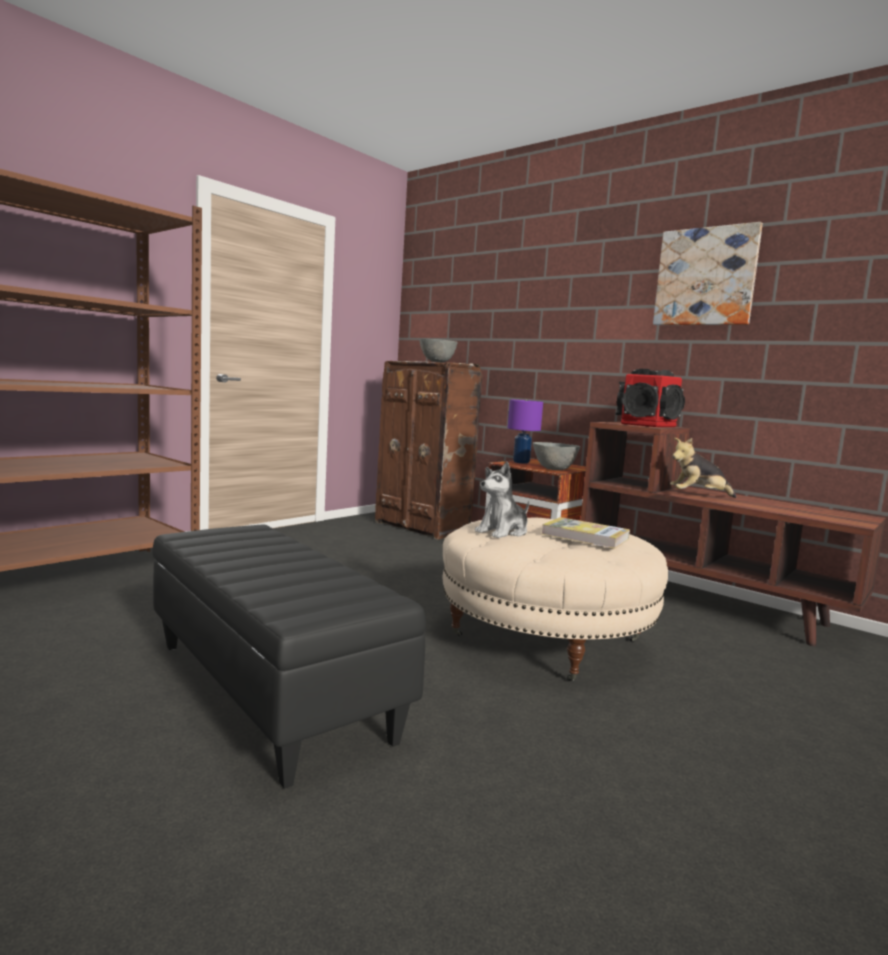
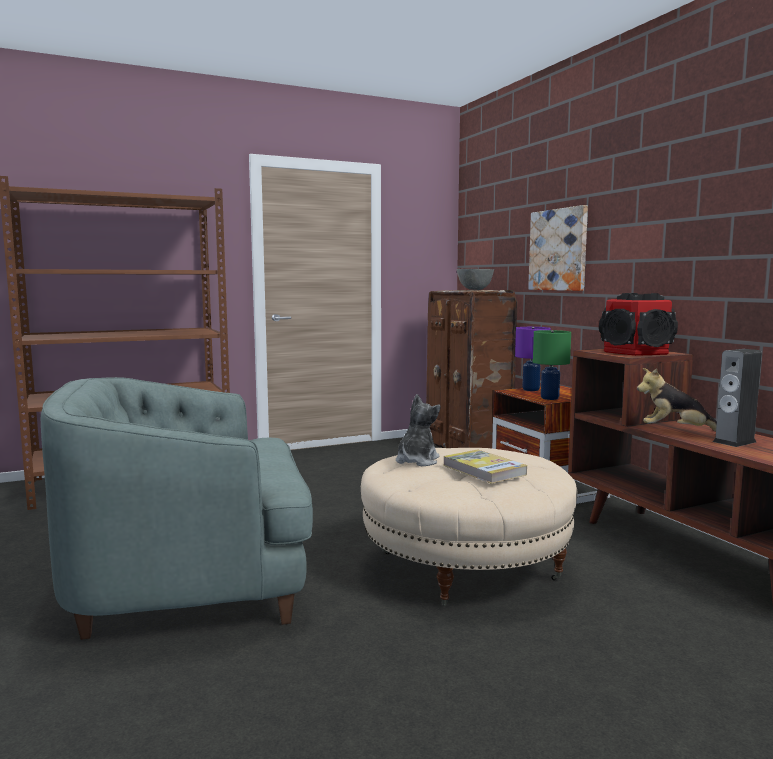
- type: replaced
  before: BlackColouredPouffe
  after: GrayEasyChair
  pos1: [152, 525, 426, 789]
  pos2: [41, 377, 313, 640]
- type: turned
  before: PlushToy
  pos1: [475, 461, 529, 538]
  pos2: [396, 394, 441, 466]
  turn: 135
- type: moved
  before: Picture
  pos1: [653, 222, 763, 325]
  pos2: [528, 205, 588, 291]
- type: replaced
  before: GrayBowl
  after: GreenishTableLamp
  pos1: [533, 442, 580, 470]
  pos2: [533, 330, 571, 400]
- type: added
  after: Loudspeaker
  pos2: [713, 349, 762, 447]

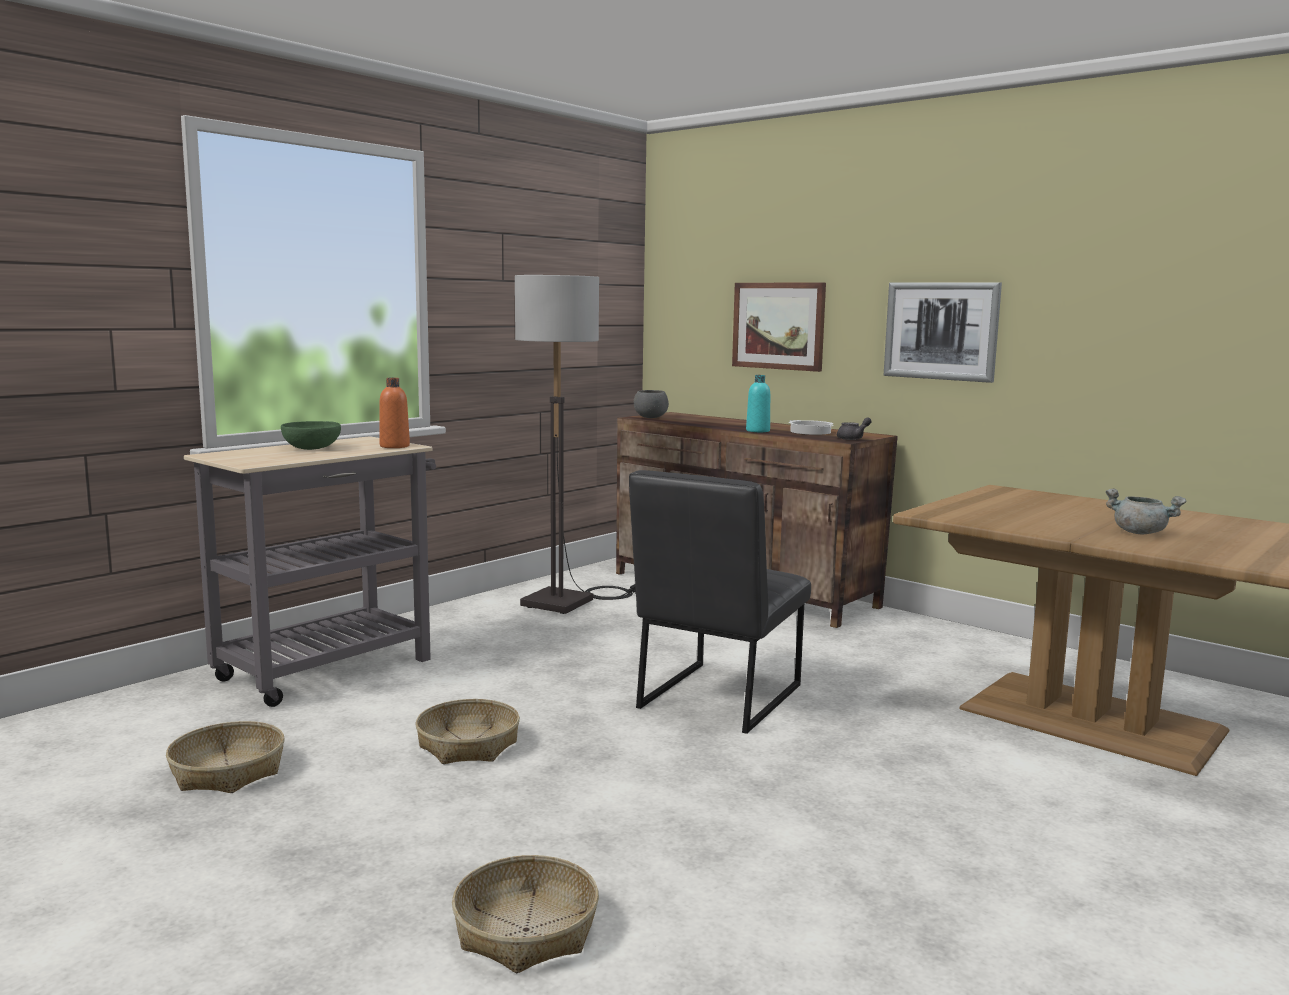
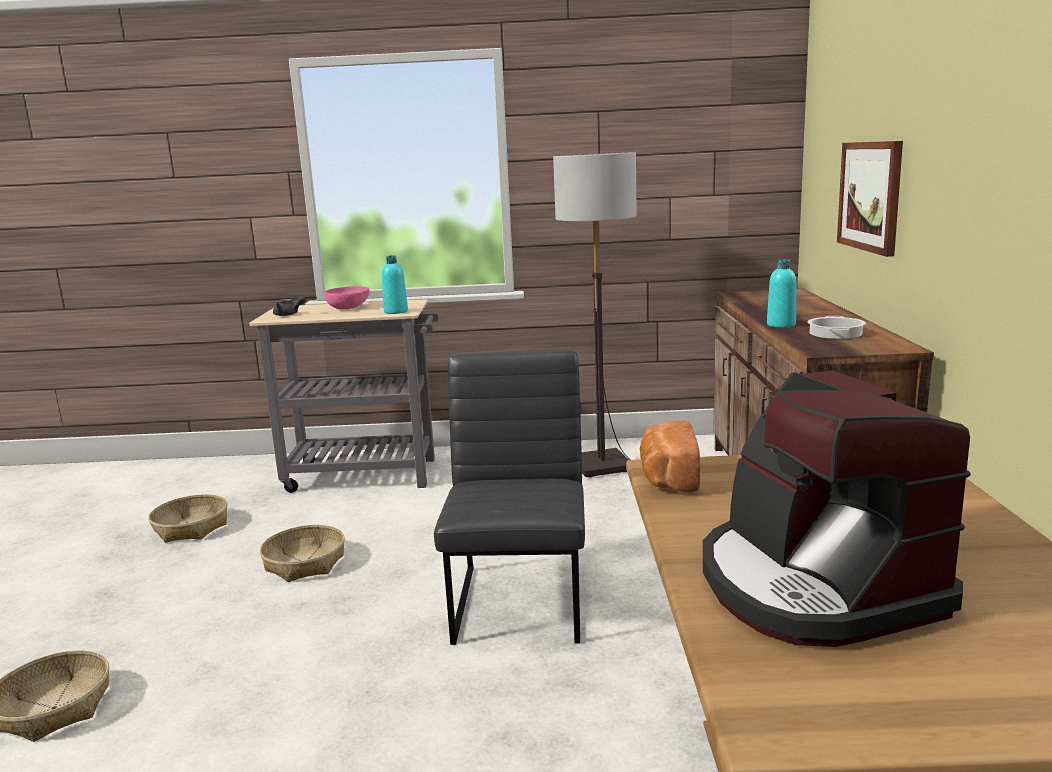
- type: moved
  before: GrayTeapot
  pos1: [837, 417, 872, 440]
  pos2: [273, 296, 306, 316]
- type: recoloured
  before: GreenishBowl
  after: PinkBowl
  pos1: [281, 421, 341, 450]
  pos2: [324, 286, 370, 309]
- type: recoloured
  before: OrangeDrinkBottle
  after: TurquoiseDrinkBottle
  pos1: [379, 378, 410, 448]
  pos2: [382, 255, 408, 314]
- type: turned
  before: GrayUprightChair
  pos1: [629, 470, 811, 734]
  pos2: [434, 350, 585, 645]
  turn: 105
- type: added
  after: BakeryBread
  pos2: [640, 420, 700, 493]
- type: replaced
  before: GrayStockpot
  after: CoffeeBrewer
  pos1: [1105, 489, 1186, 534]
  pos2: [703, 370, 971, 647]
- type: removed
  before: GrayBowl
  pos1: [634, 390, 669, 418]
- type: removed
  before: Picture
  pos1: [884, 282, 1002, 383]

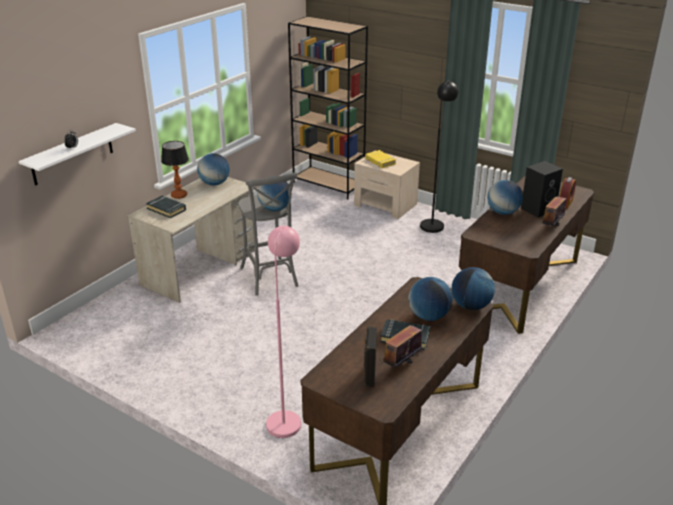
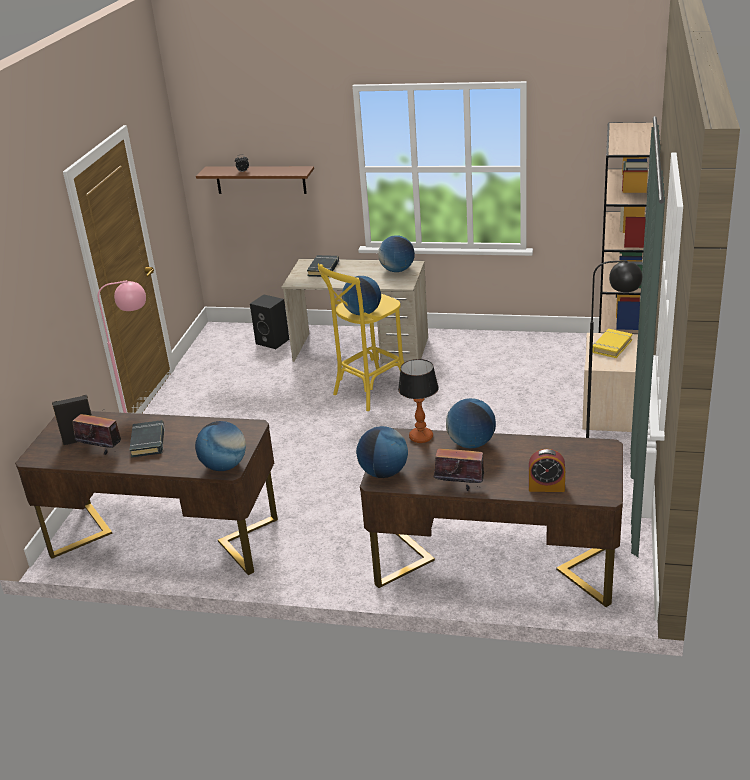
- type: recoloured
  before: WhiteWallShelf
  after: BrownColouredWallShelf
  pos1: [19, 123, 136, 186]
  pos2: [196, 166, 314, 194]
- type: moved
  before: BlackColouredLoudspeaker
  pos1: [521, 161, 563, 218]
  pos2: [250, 295, 289, 349]
- type: recoloured
  before: GrayStool
  after: YellowishStool
  pos1: [238, 172, 299, 296]
  pos2: [318, 264, 404, 411]
- type: moved
  before: DeskGlobe
  pos1: [409, 277, 453, 321]
  pos2: [356, 426, 408, 478]
- type: moved
  before: TableLamp
  pos1: [161, 141, 189, 199]
  pos2: [398, 359, 439, 443]

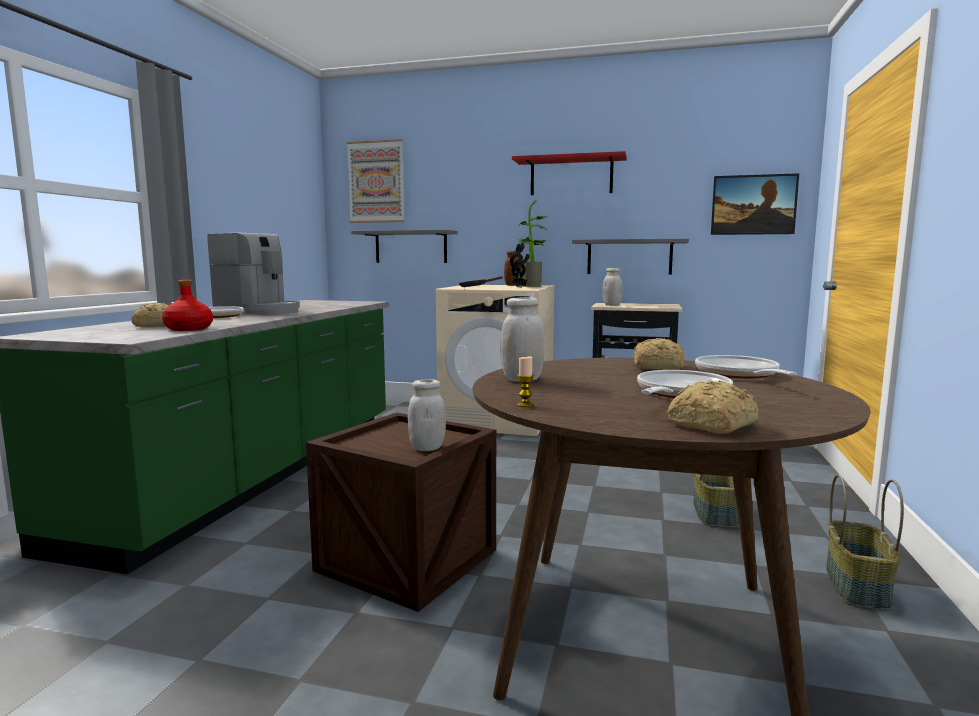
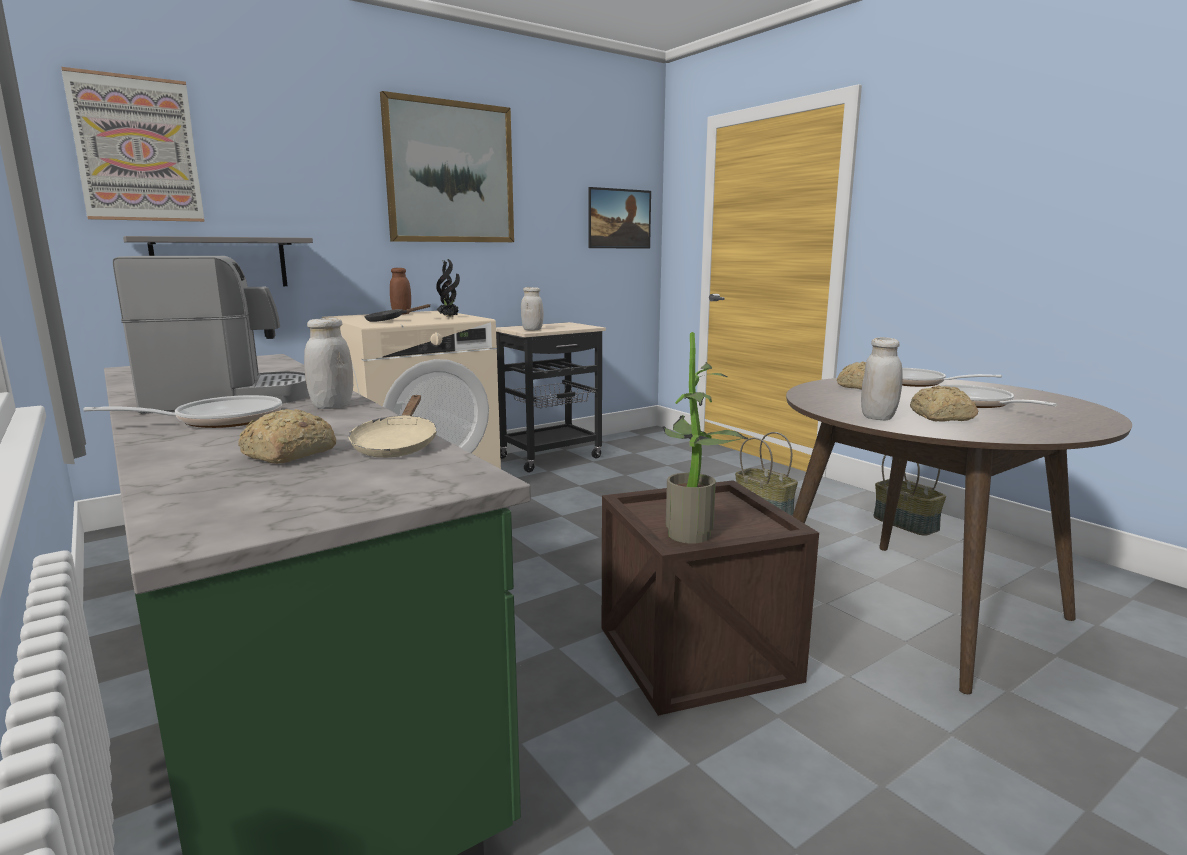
- type: moved
  before: WhiteJar
  pos1: [408, 379, 446, 451]
  pos2: [304, 318, 353, 409]
- type: replaced
  before: RedColouredDrinkBottle
  after: BeigeColouredFryingPan
  pos1: [162, 280, 213, 331]
  pos2: [349, 395, 437, 458]
- type: replaced
  before: RedColouredWallShelf
  after: Picture
  pos1: [512, 151, 627, 195]
  pos2: [380, 91, 514, 242]
- type: moved
  before: Houseplant
  pos1: [518, 200, 550, 287]
  pos2: [662, 332, 748, 543]
- type: moved
  before: BakeryBread
  pos1: [667, 380, 759, 434]
  pos2: [910, 386, 978, 421]
- type: removed
  before: WaxCandle
  pos1: [517, 356, 534, 407]
- type: removed
  before: GrayWallShelf
  pos1: [572, 239, 689, 275]

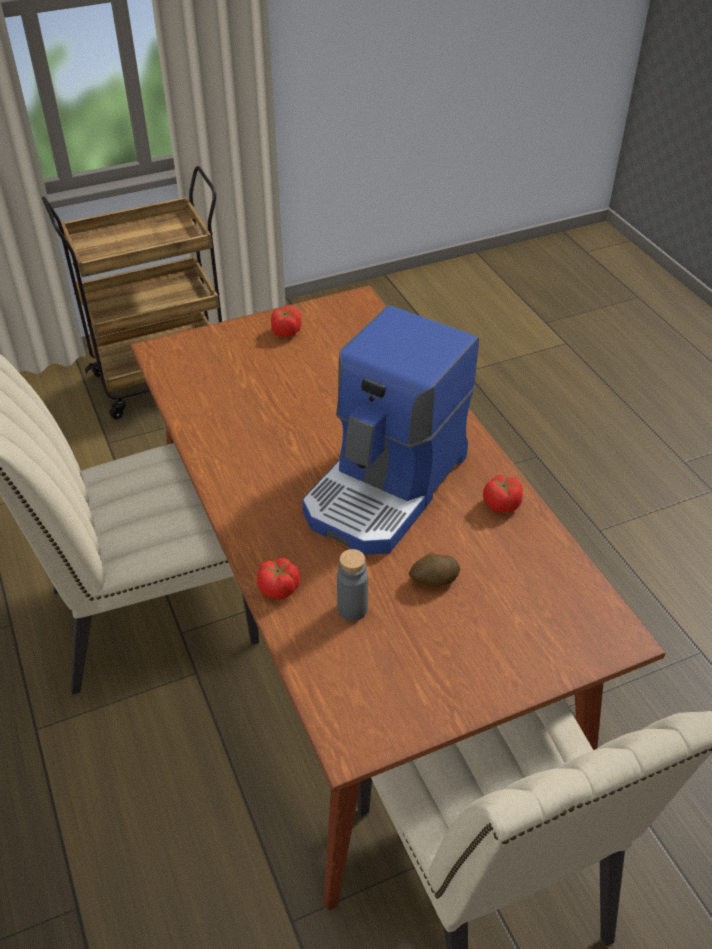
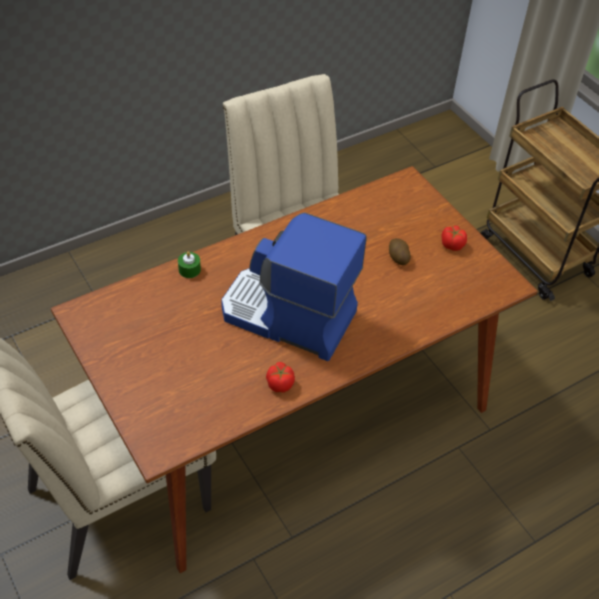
- type: replaced
  before: Tomato
  after: GreenishWaxCandle
  pos1: [257, 558, 300, 600]
  pos2: [178, 251, 201, 278]
- type: moved
  before: WholePotato
  pos1: [409, 554, 460, 587]
  pos2: [389, 238, 411, 265]
- type: removed
  before: GrayDrinkBottle
  pos1: [337, 549, 368, 621]

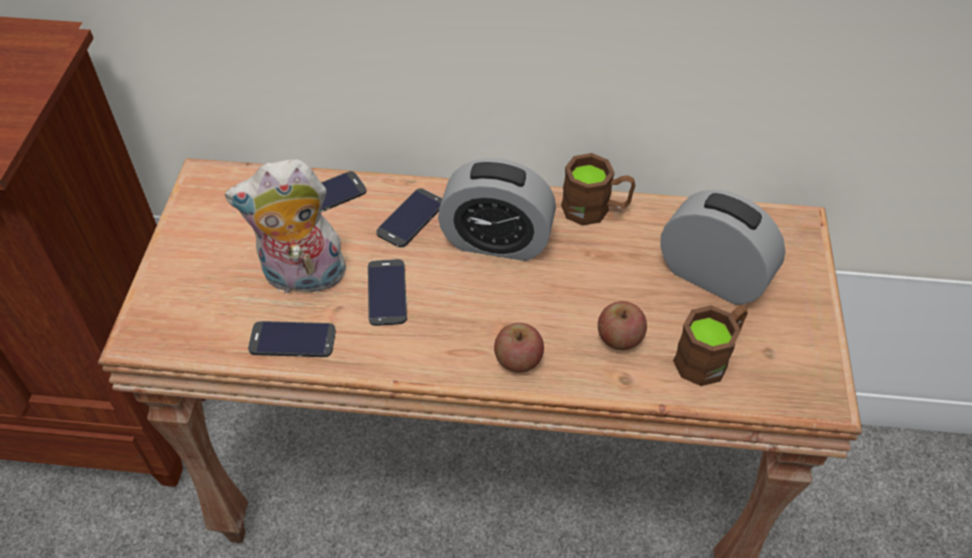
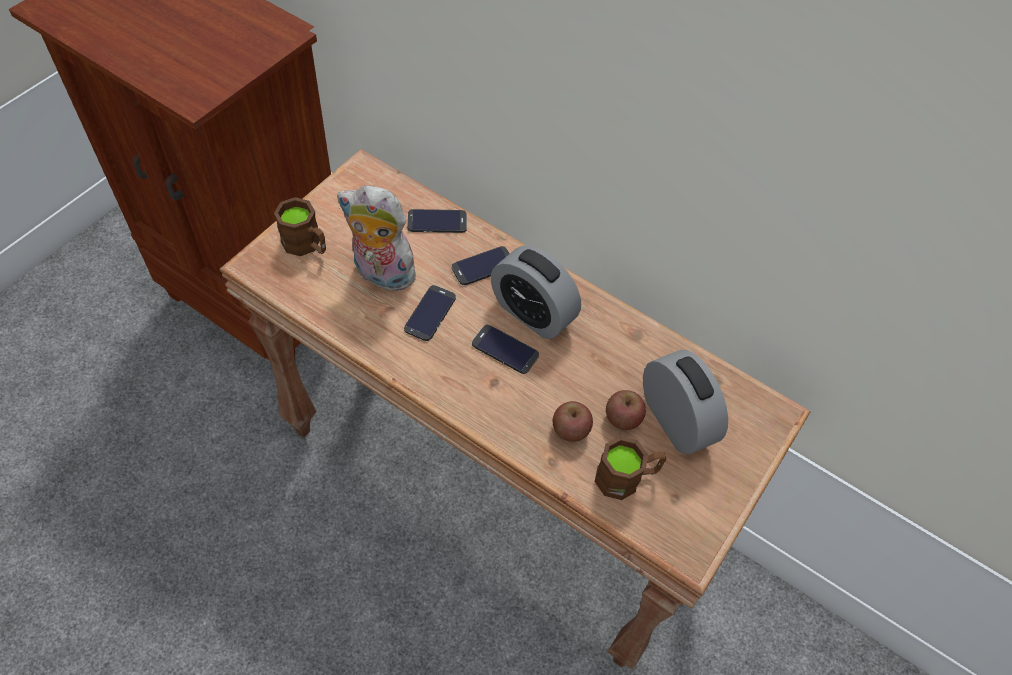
- type: moved
  before: BrownColouredTeaMug
  pos1: [561, 153, 636, 226]
  pos2: [274, 197, 326, 256]
- type: moved
  before: Handset
  pos1: [248, 321, 336, 357]
  pos2: [472, 325, 539, 374]
- type: moved
  before: AppleFruit
  pos1: [494, 323, 544, 373]
  pos2: [606, 390, 646, 430]

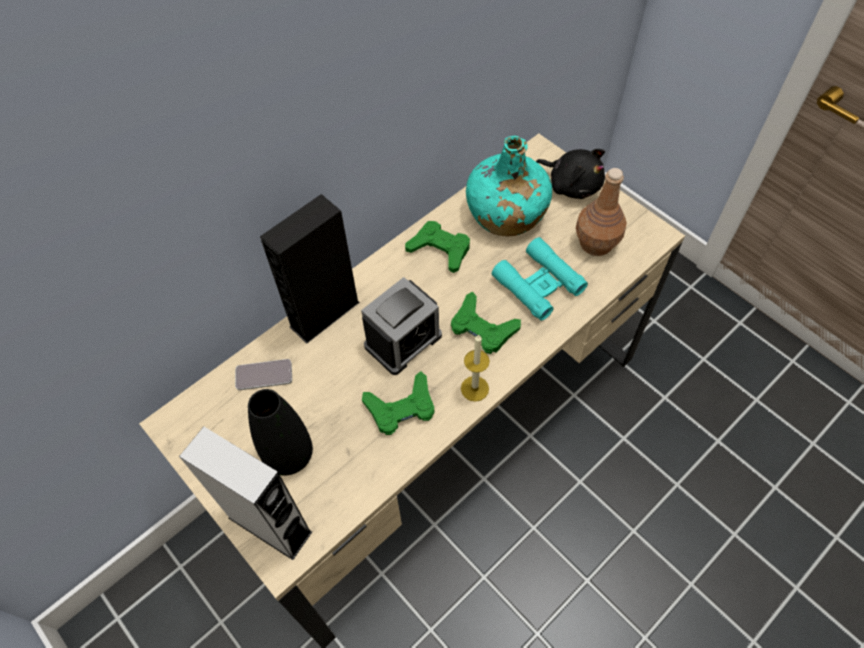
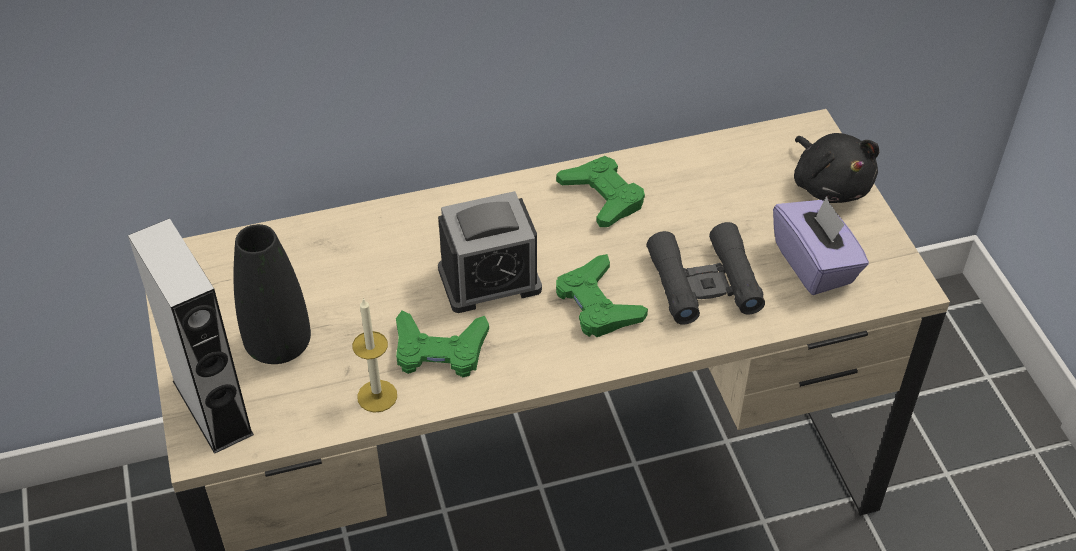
- type: moved
  before: WaxCandle
  pos1: [461, 334, 490, 402]
  pos2: [352, 298, 397, 413]
- type: recoloured
  before: TurquoiseFieldGlasses
  after: BlackColouredFieldGlasses
  pos1: [492, 237, 588, 321]
  pos2: [647, 222, 765, 325]
- type: replaced
  before: BrownColouredDrinkBottle
  after: PurpleColouredTissueHolder
  pos1: [576, 168, 627, 256]
  pos2: [773, 196, 869, 295]
- type: removed
  before: Handset
  pos1: [235, 359, 292, 390]
- type: removed
  before: BlackColouredLoudspeaker
  pos1: [260, 194, 360, 344]
- type: removed
  before: TurquoiseDrinkBottle
  pos1: [466, 136, 552, 236]

